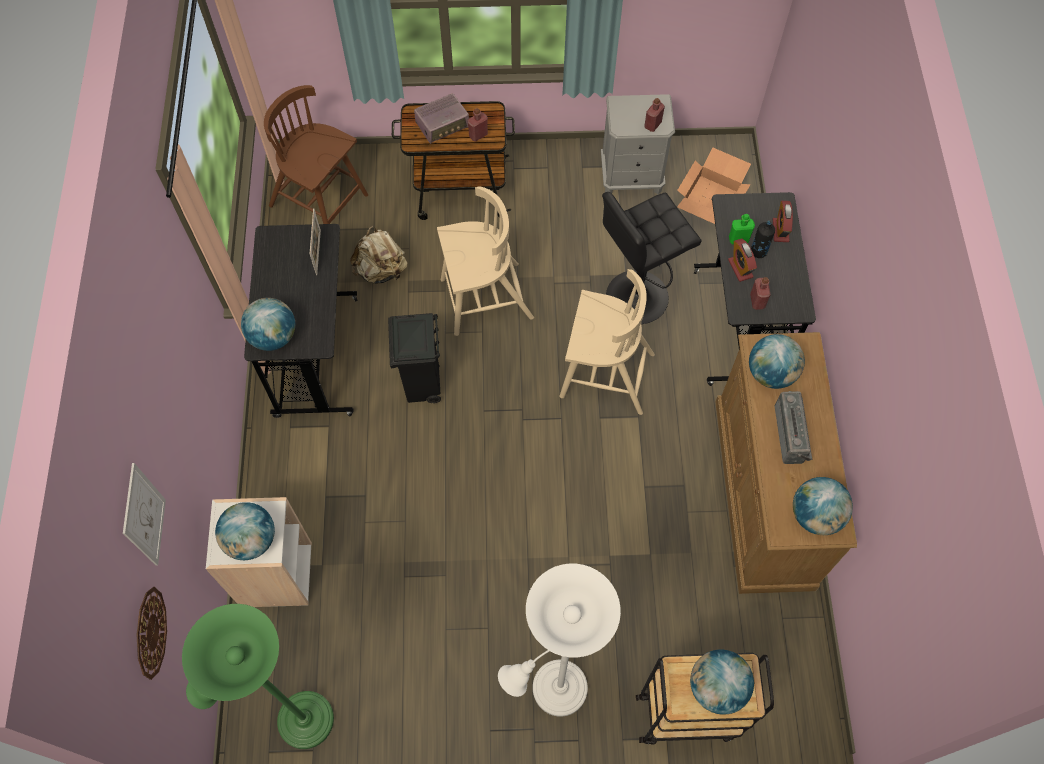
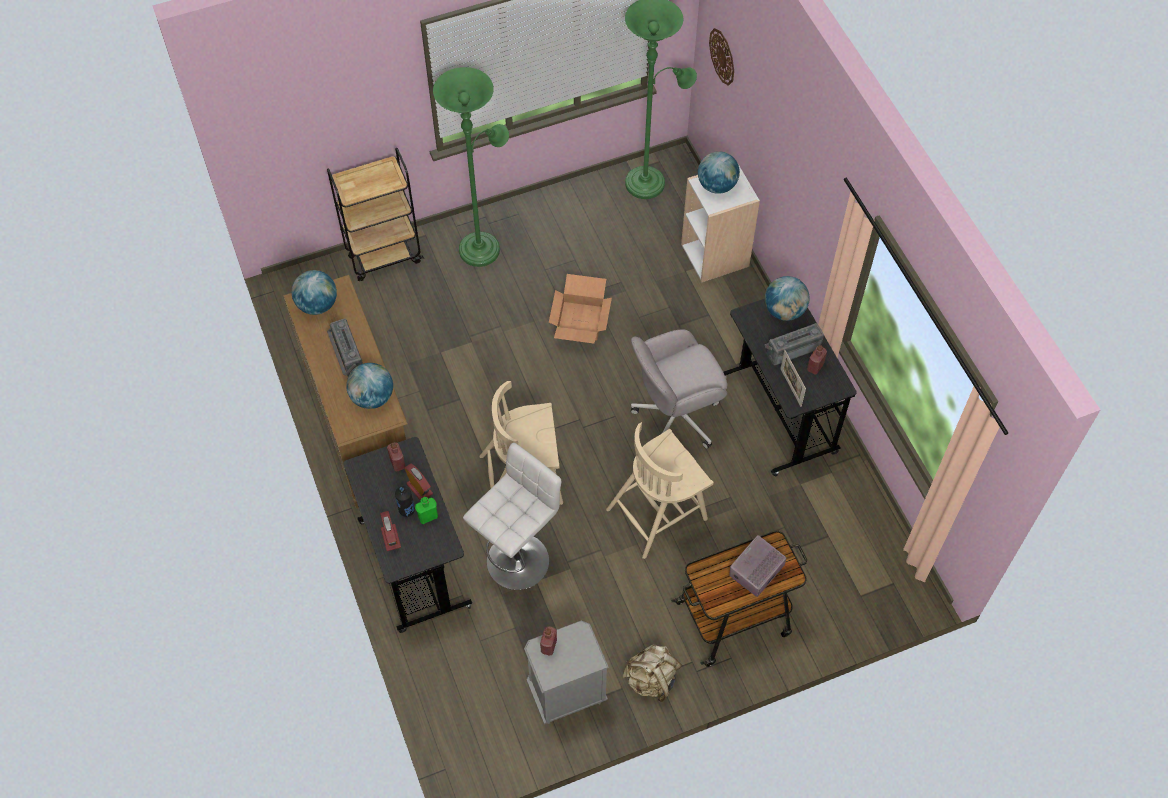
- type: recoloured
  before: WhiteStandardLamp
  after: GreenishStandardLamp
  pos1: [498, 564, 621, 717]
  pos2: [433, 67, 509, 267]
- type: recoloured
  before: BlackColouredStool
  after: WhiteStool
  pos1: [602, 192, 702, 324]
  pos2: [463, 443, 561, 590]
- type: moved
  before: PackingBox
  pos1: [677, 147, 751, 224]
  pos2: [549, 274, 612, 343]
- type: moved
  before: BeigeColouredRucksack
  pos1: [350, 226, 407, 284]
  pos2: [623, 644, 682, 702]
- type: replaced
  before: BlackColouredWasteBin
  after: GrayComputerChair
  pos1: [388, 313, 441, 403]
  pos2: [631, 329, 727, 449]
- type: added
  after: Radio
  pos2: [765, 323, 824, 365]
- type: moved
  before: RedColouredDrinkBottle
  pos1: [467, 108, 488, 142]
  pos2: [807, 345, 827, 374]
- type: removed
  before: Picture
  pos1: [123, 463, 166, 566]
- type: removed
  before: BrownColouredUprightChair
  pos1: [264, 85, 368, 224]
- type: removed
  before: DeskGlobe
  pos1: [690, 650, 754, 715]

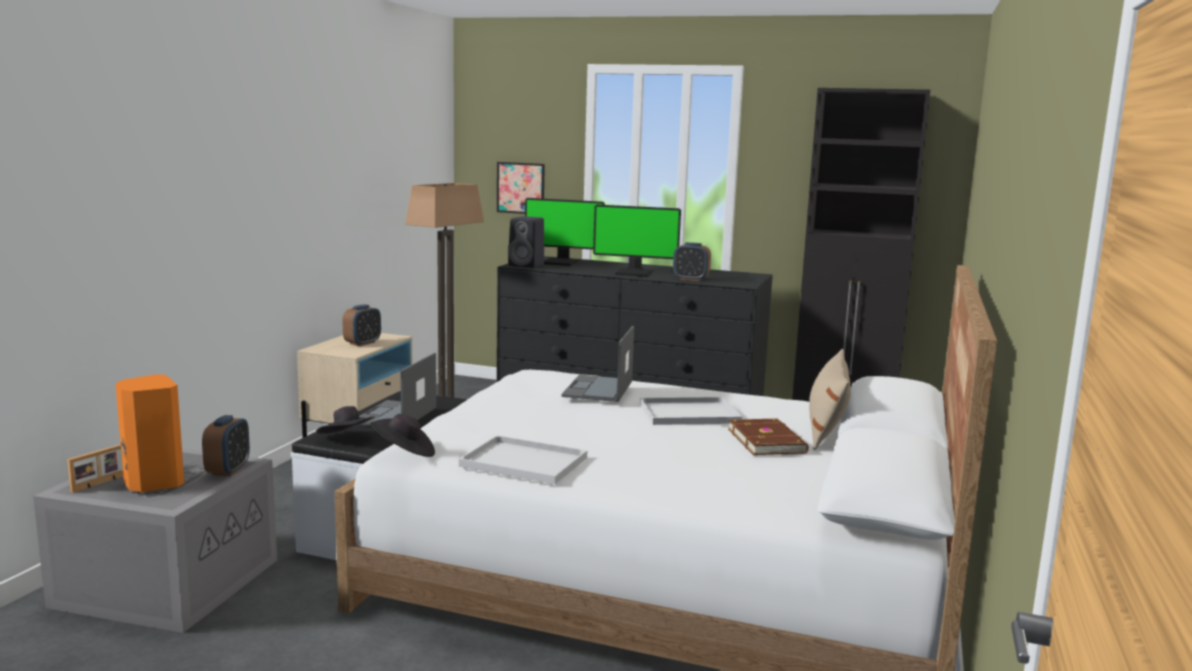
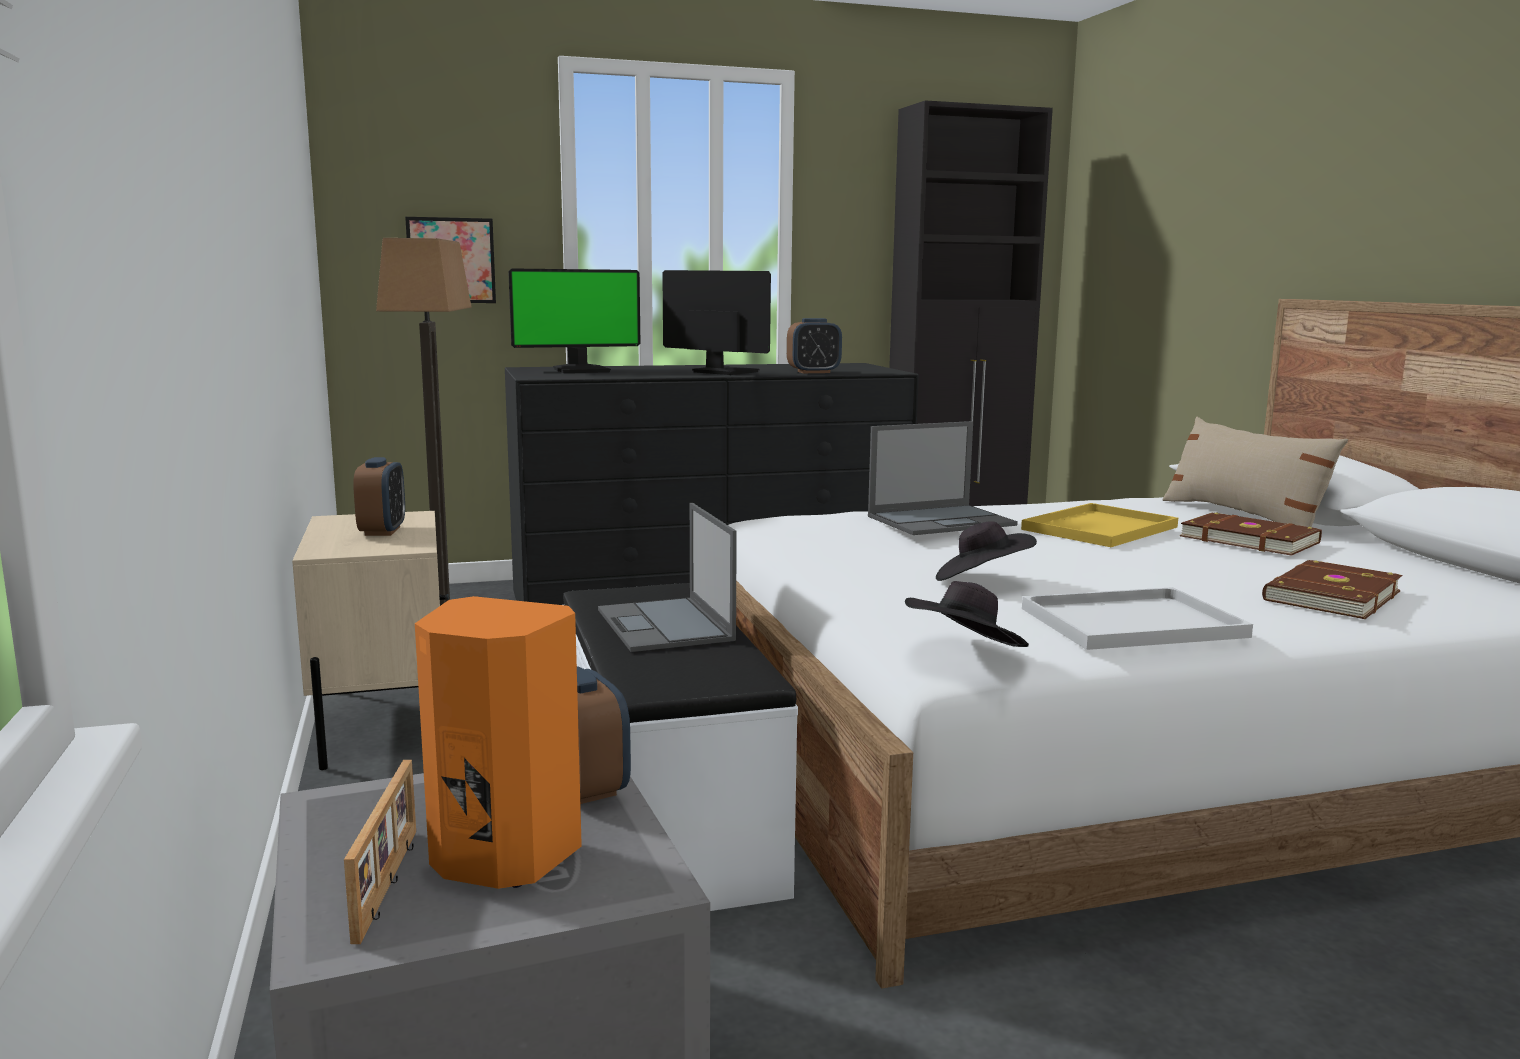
- type: turned
  before: ComputerDisplay
  pos1: [593, 205, 681, 277]
  pos2: [662, 270, 771, 375]
  turn: -120
- type: turned
  before: NotebookComputer
  pos1: [561, 326, 634, 402]
  pos2: [868, 421, 1018, 535]
  turn: -90
- type: moved
  before: BlackColouredHat
  pos1: [316, 406, 376, 434]
  pos2: [936, 521, 1037, 581]
- type: recoloured
  before: WhiteCarryingTray
  after: YellowishCarryingTray
  pos1: [640, 397, 742, 425]
  pos2: [1021, 503, 1178, 547]
- type: added
  after: BrownColouredVolume
  pos2: [1262, 560, 1403, 619]
- type: removed
  before: BlackColouredLoudspeaker
  pos1: [508, 216, 544, 268]

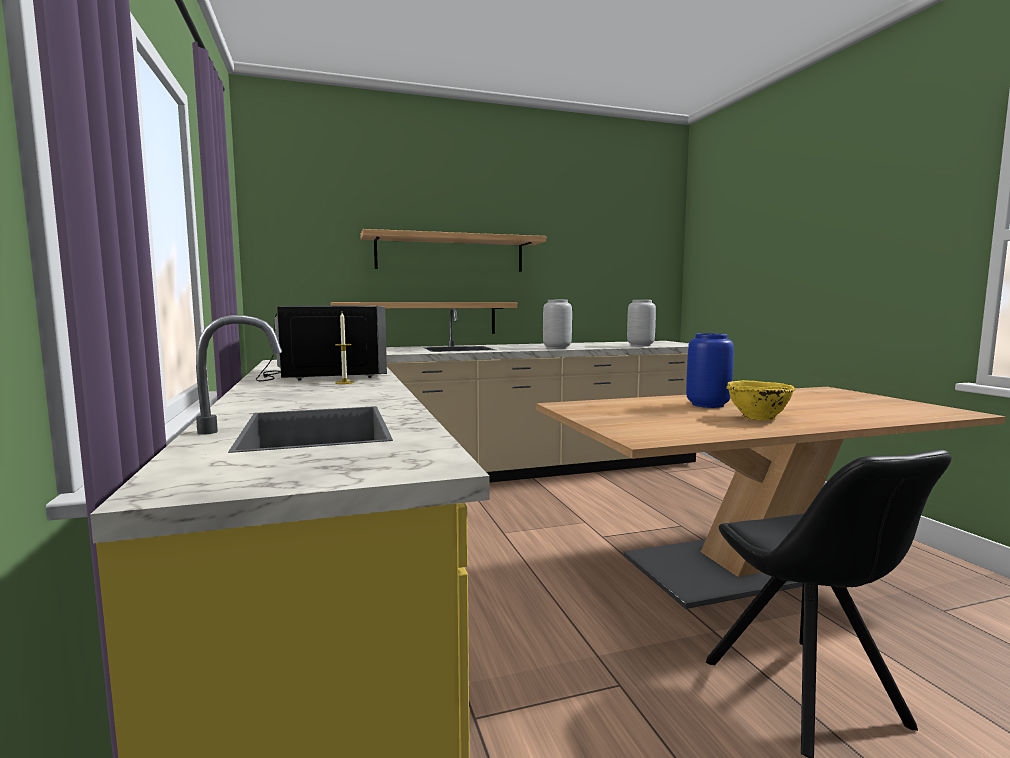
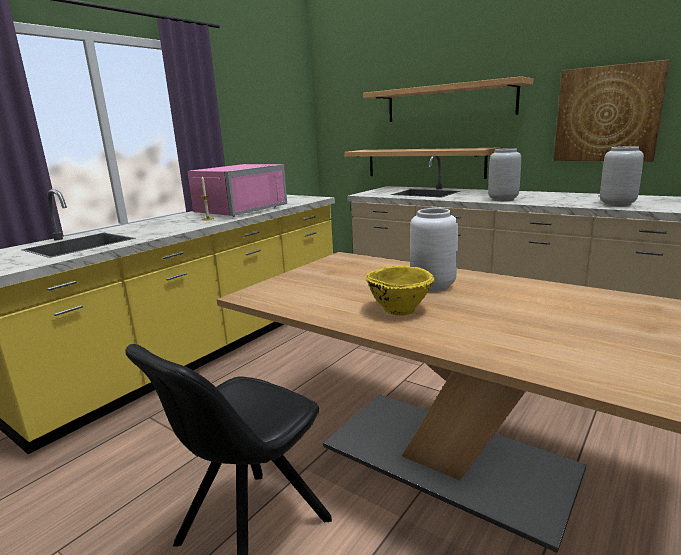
- type: recoloured
  before: BlackColouredMicrowave
  after: PinkMicrowave
  pos1: [255, 306, 387, 381]
  pos2: [187, 164, 287, 217]
- type: recoloured
  before: BlueFlowerVase
  after: WhiteFlowerVase
  pos1: [686, 333, 734, 408]
  pos2: [410, 208, 458, 291]
- type: added
  after: Picture
  pos2: [554, 60, 670, 161]

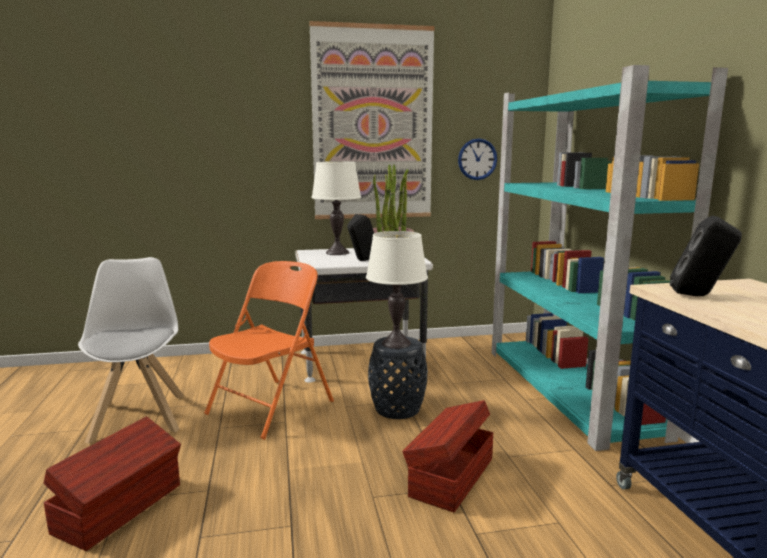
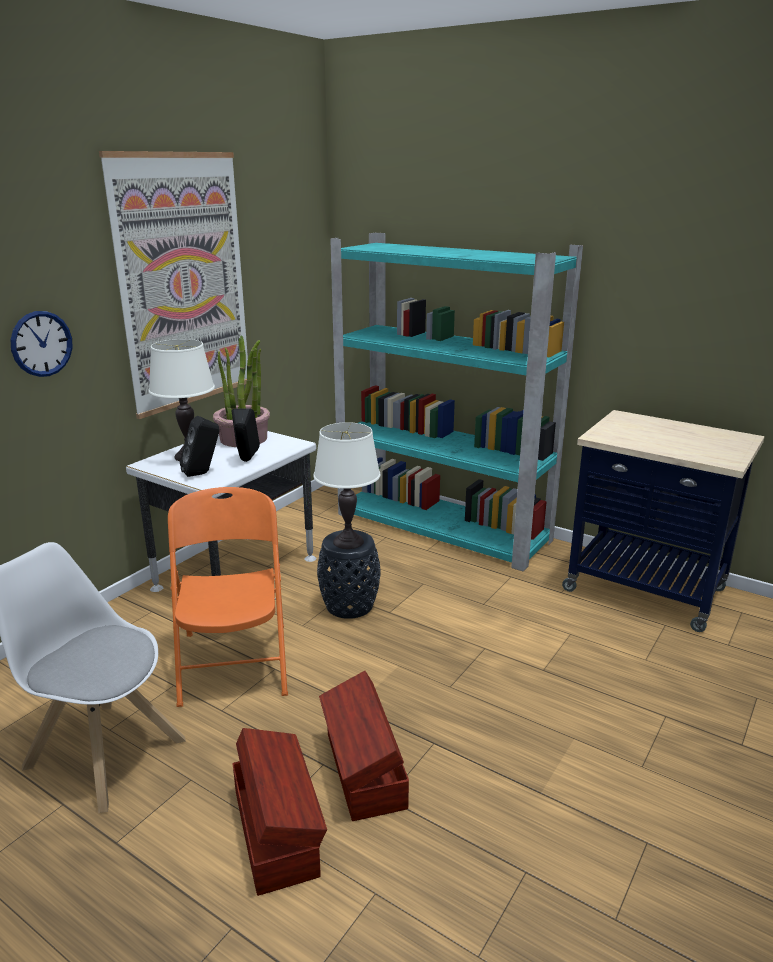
- type: moved
  before: WallClock
  pos1: [458, 138, 497, 180]
  pos2: [11, 311, 72, 377]
- type: moved
  before: BlackColouredLoudspeaker
  pos1: [670, 216, 742, 296]
  pos2: [180, 416, 220, 477]
- type: moved
  before: BrownColouredStorageBox
  pos1: [402, 400, 493, 512]
  pos2: [319, 671, 409, 821]

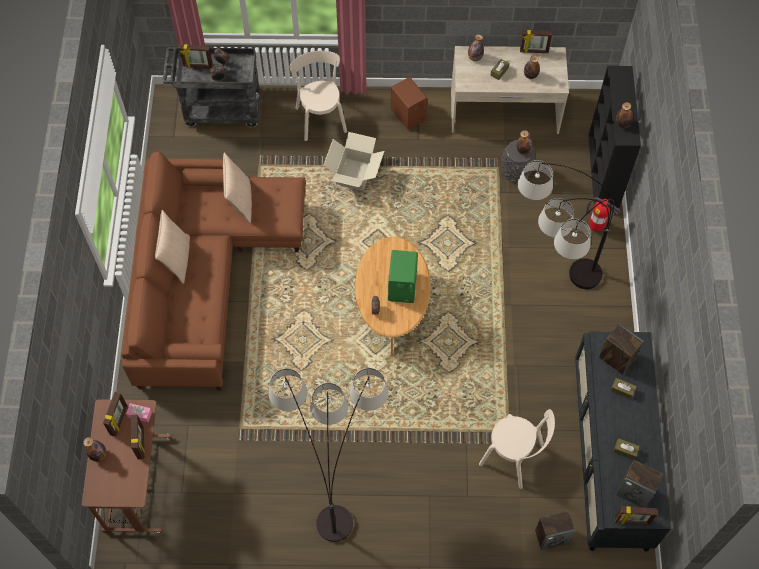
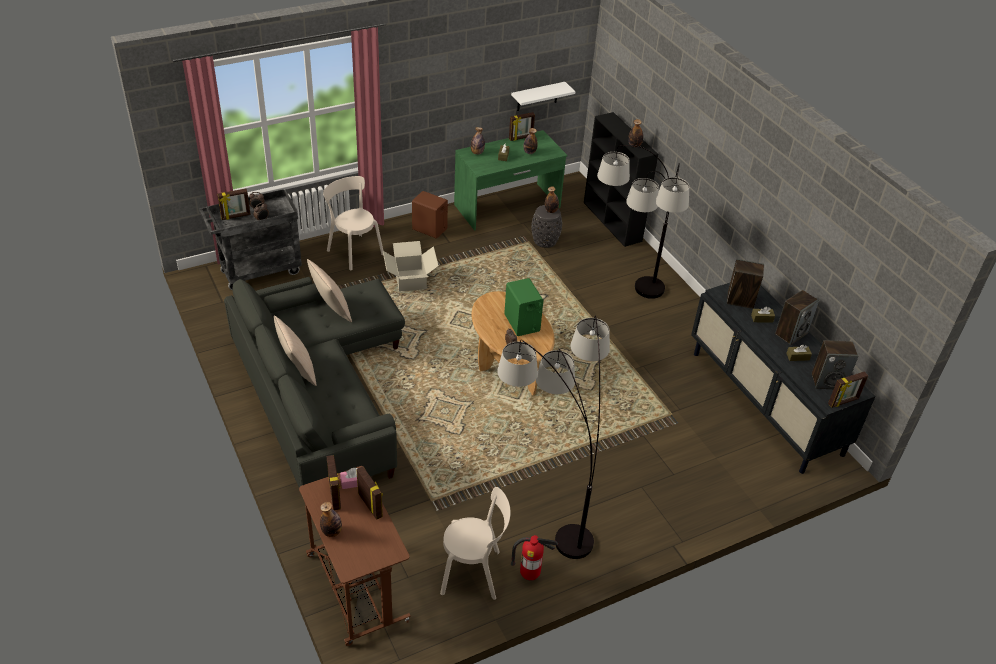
- type: recoloured
  before: BrownColouredCouch
  after: GrayCouch
  pos1: [121, 152, 306, 391]
  pos2: [224, 277, 405, 487]
- type: moved
  before: BeigeColouredUprightChair
  pos1: [479, 409, 555, 489]
  pos2: [440, 487, 510, 600]
- type: recoloured
  before: BeigeColouredDeskUnit
  after: GreenishDeskUnit
  pos1: [451, 46, 569, 134]
  pos2: [454, 130, 567, 231]
- type: added
  after: WhiteWallShelf
  pos2: [511, 82, 575, 111]
- type: moved
  before: FireFightingCylinder
  pos1: [584, 197, 621, 232]
  pos2: [511, 535, 558, 581]
- type: moved
  before: Loudspeaker
  pos1: [535, 511, 575, 550]
  pos2: [775, 290, 819, 345]

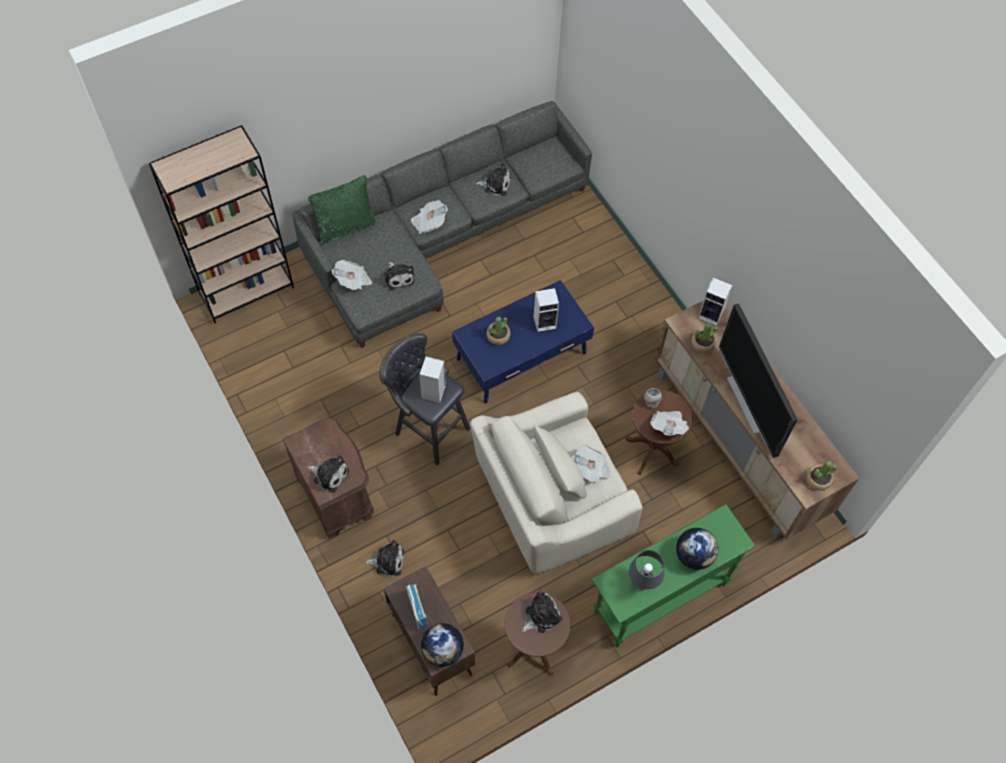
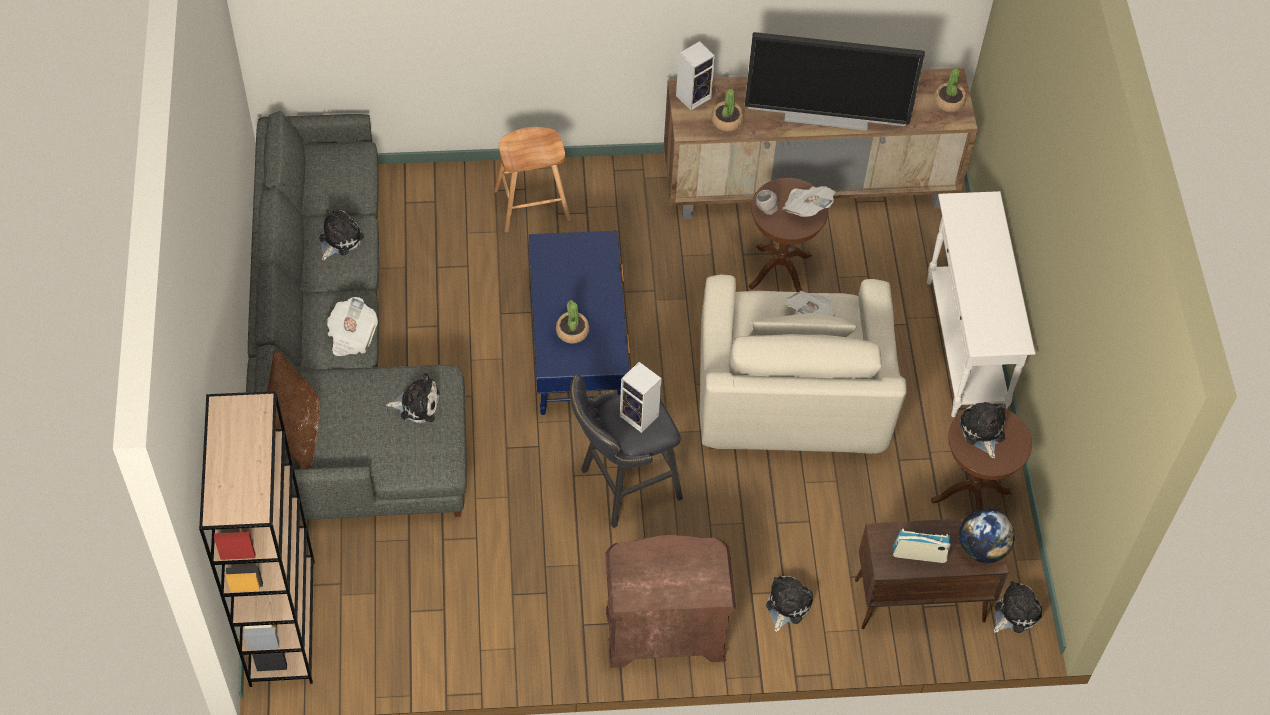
- type: recoloured
  before: GreenishPillow
  after: BrownColouredPillow
  pos1: [308, 175, 376, 244]
  pos2: [267, 350, 320, 469]
- type: added
  after: BrownColouredStool
  pos2: [494, 127, 571, 232]
- type: recoloured
  before: GreenishNarrowTable
  after: WhiteNarrowTable
  pos1: [591, 504, 756, 648]
  pos2: [927, 191, 1036, 417]
- type: moved
  before: PlushToy
  pos1: [308, 455, 349, 492]
  pos2: [994, 581, 1042, 633]
- type: removed
  before: DailyPaper
  pos1: [332, 260, 372, 290]
- type: removed
  before: Loudspeaker
  pos1: [534, 288, 559, 332]
- type: removed
  before: GrayTableLamp
  pos1: [629, 550, 665, 590]
- type: removed
  before: DeskGlobe
  pos1: [676, 528, 718, 570]

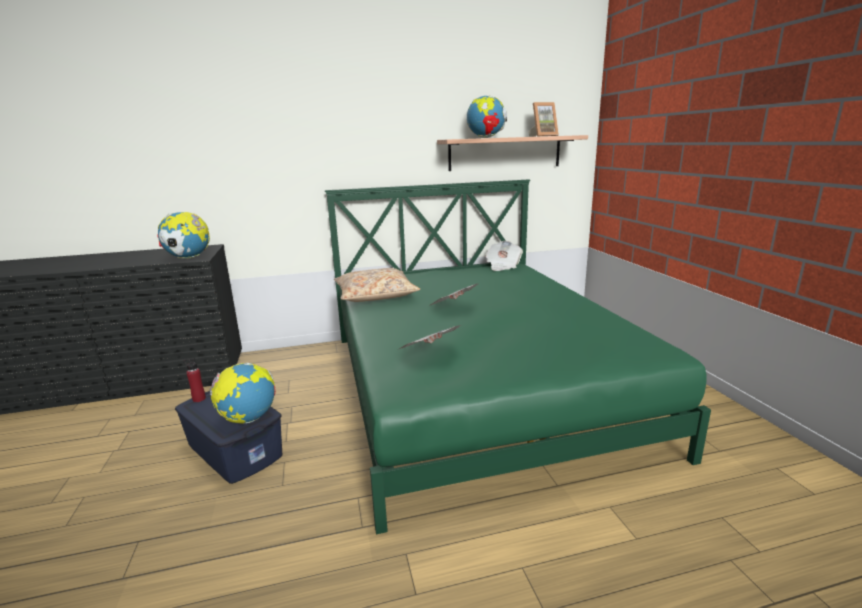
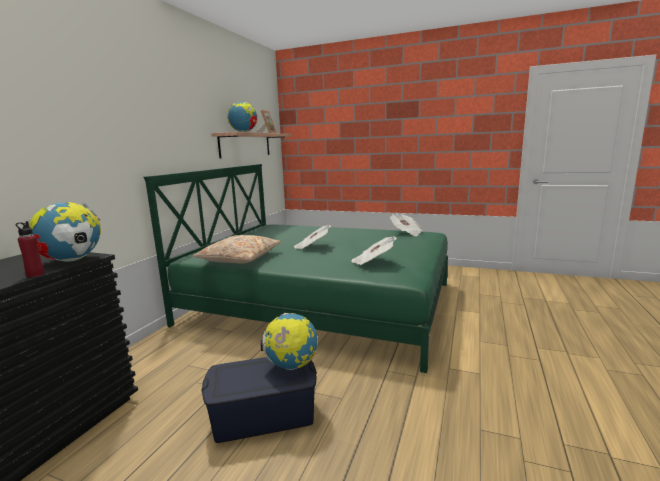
- type: moved
  before: RedColouredDrinkBottle
  pos1: [183, 358, 206, 402]
  pos2: [16, 221, 45, 277]
- type: moved
  before: DailyPaper
  pos1: [485, 241, 523, 271]
  pos2: [390, 213, 423, 236]

